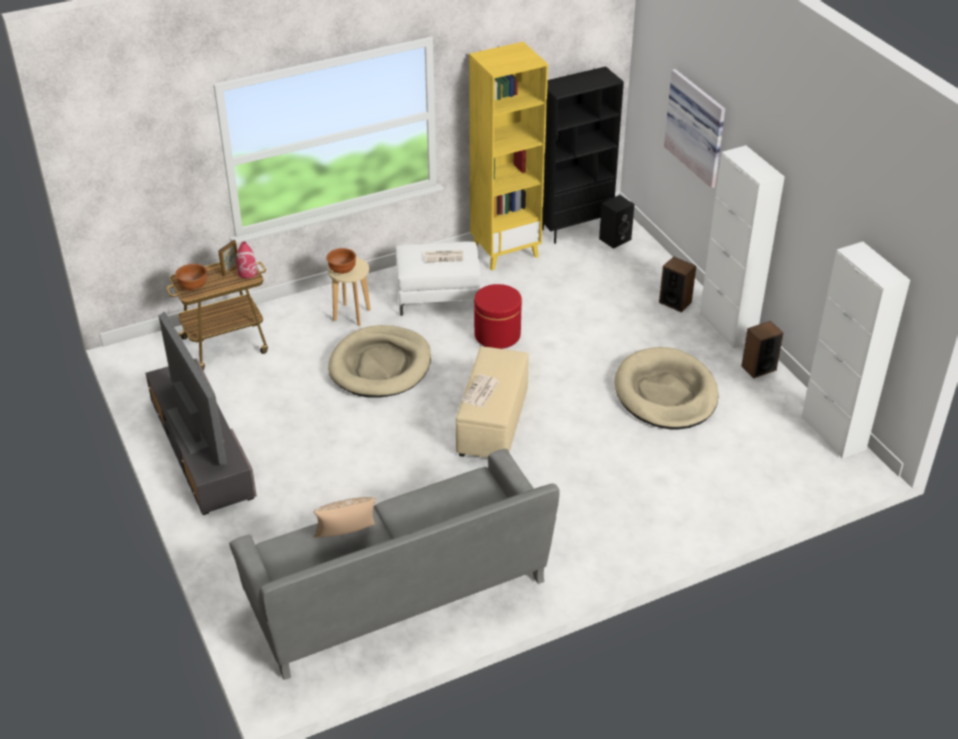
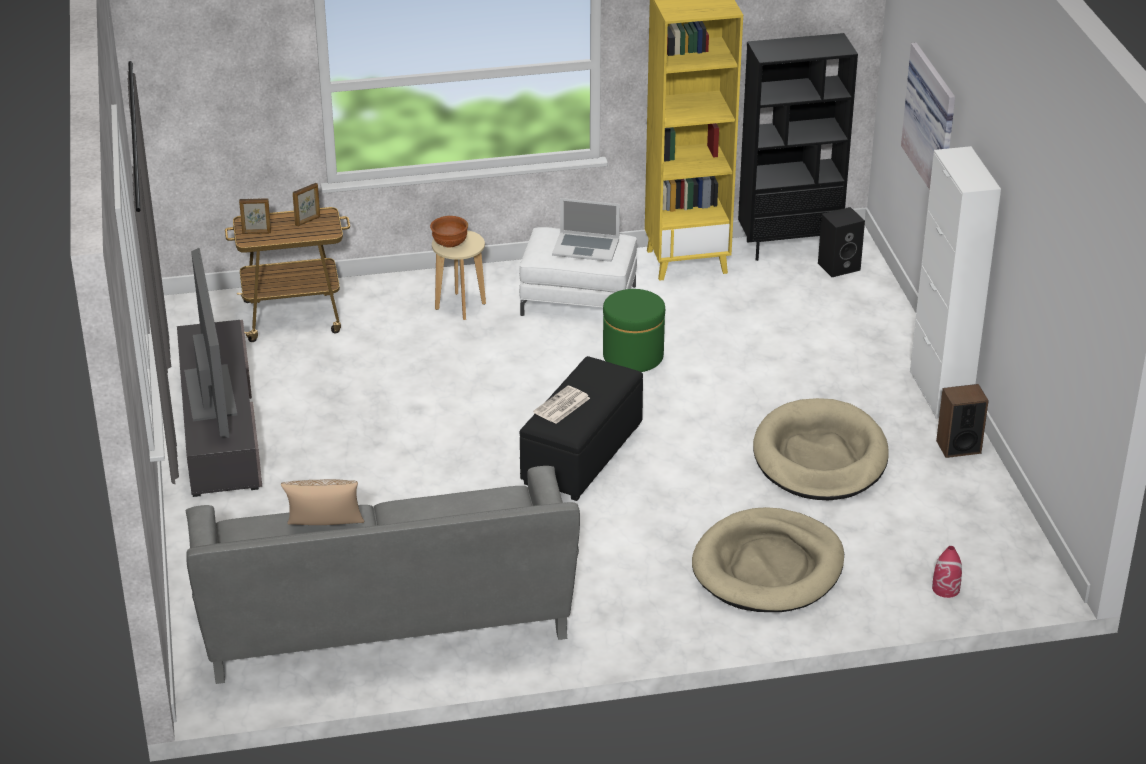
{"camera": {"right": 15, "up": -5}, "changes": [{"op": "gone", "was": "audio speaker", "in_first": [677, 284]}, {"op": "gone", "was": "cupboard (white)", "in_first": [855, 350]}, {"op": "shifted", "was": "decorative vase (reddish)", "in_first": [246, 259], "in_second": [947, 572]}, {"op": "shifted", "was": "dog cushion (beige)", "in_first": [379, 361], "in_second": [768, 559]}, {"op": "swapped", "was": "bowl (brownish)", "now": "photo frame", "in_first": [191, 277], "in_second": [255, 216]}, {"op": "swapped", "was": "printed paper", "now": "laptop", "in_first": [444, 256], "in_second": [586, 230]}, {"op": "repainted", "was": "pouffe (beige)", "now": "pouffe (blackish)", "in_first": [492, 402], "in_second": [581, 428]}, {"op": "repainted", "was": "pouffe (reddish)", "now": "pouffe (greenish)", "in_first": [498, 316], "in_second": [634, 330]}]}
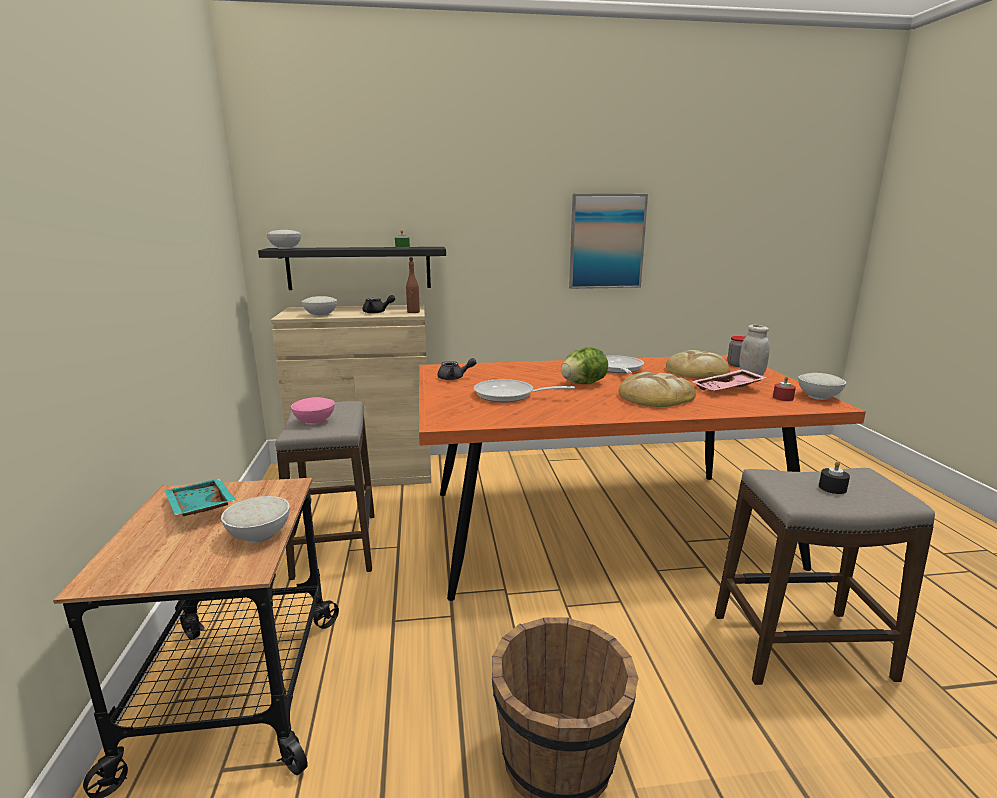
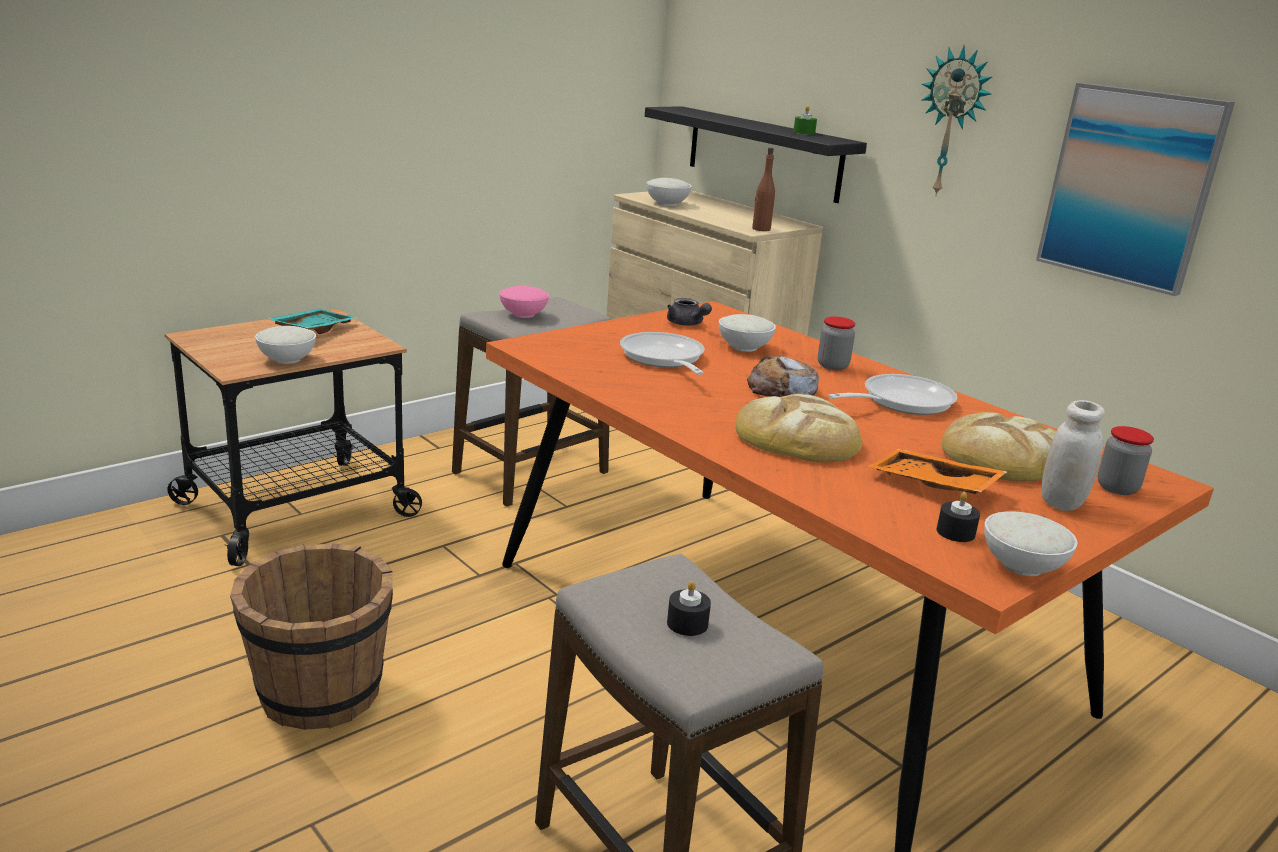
{"camera": {"right": 55, "up": 5}, "changes": [{"op": "gone", "was": "pot for tea (blackish)", "in_first": [378, 304]}, {"op": "new", "now": "storage jar", "in_second": [837, 343]}, {"op": "new", "now": "clock on the wall", "in_second": [957, 121]}, {"op": "shifted", "was": "bowl (white)", "in_first": [284, 239], "in_second": [747, 333]}, {"op": "swapped", "was": "lettuce head", "now": "baked bread", "in_first": [584, 366], "in_second": [783, 376]}, {"op": "repainted", "was": "serving tray (pink-coloured)", "now": "serving tray (orange-coloured)", "in_first": [729, 380], "in_second": [937, 471]}, {"op": "repainted", "was": "wax candle (reddish)", "now": "wax candle (blackish)", "in_first": [784, 388], "in_second": [958, 517]}]}
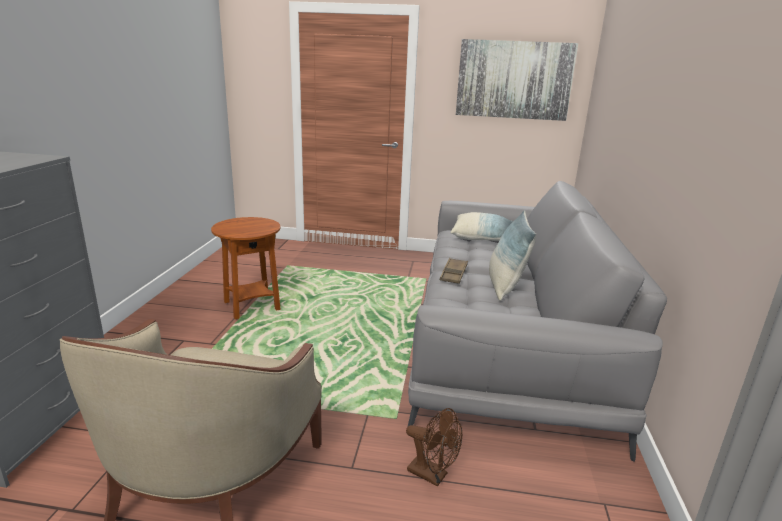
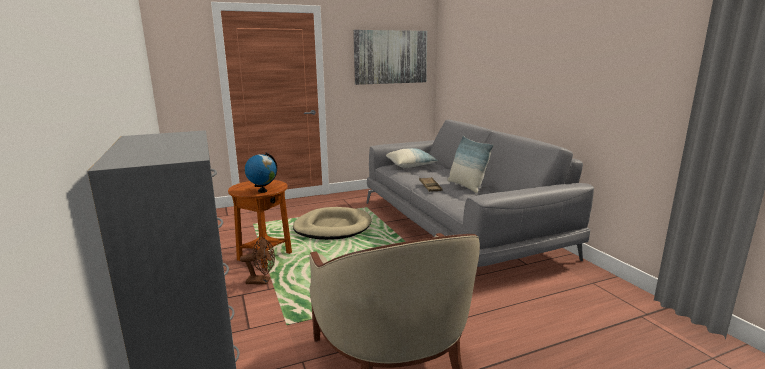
{"camera": {"right": -30, "up": -5}, "changes": [{"op": "new", "now": "globe", "in_second": [261, 173]}, {"op": "new", "now": "dog cushion (beige)", "in_second": [332, 223]}, {"op": "shifted", "was": "fan (brownish)", "in_first": [434, 447], "in_second": [257, 261]}]}
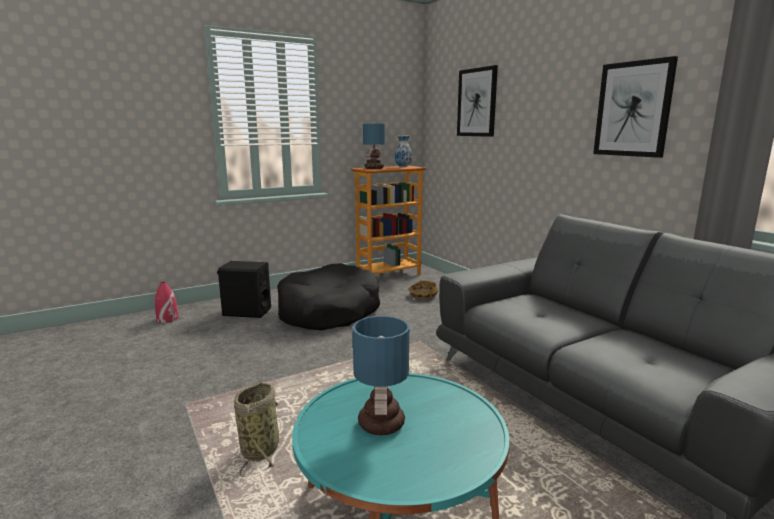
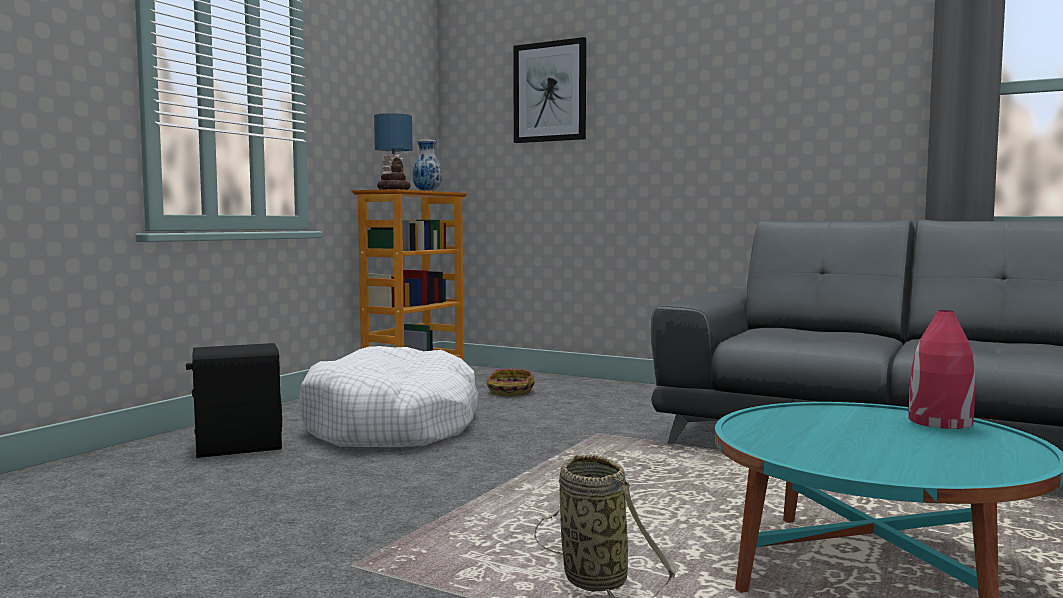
{"camera": {"right": -30, "up": -10}, "changes": [{"op": "gone", "was": "lamp for a table", "in_first": [381, 376]}, {"op": "gone", "was": "picture", "in_first": [635, 107]}, {"op": "shifted", "was": "decorative vase (reddish)", "in_first": [167, 302], "in_second": [942, 369]}, {"op": "repainted", "was": "dog cushion (blackish)", "now": "dog cushion (white)", "in_first": [328, 296], "in_second": [388, 396]}]}
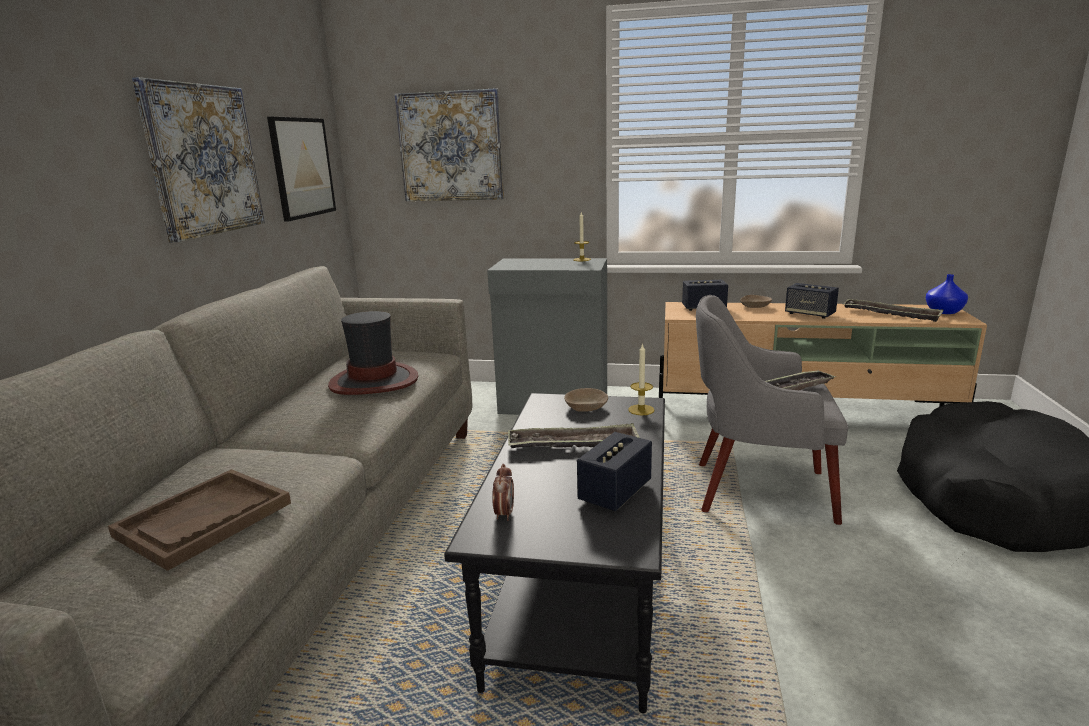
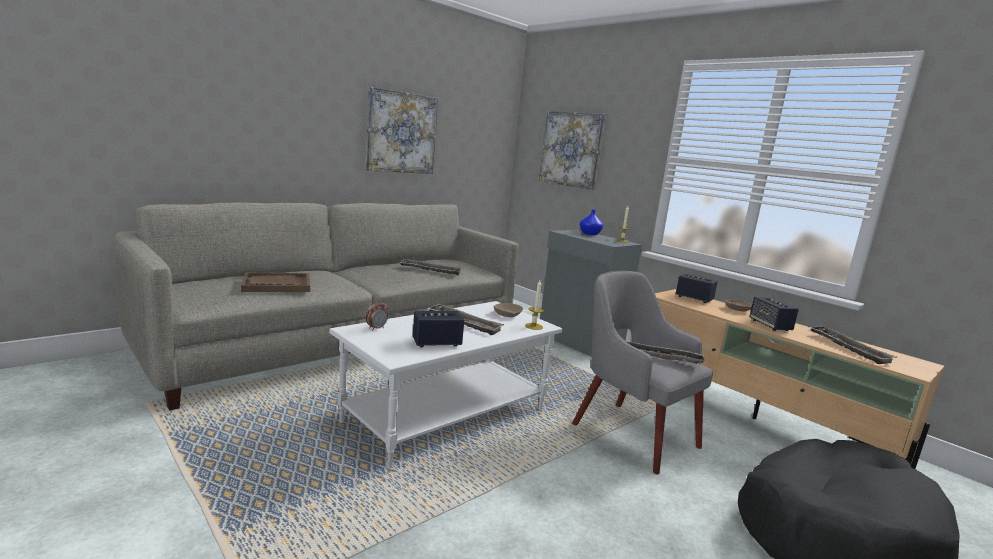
{"camera": {"right": 35, "up": -5}, "changes": [{"op": "gone", "was": "picture", "in_first": [301, 169]}, {"op": "shifted", "was": "decorative vase (blue)", "in_first": [947, 294], "in_second": [591, 222]}, {"op": "swapped", "was": "wearable hat", "now": "serving tray", "in_first": [373, 353], "in_second": [431, 267]}, {"op": "repainted", "was": "coffee table (blackish)", "now": "coffee table (white)", "in_first": [554, 553], "in_second": [446, 384]}]}
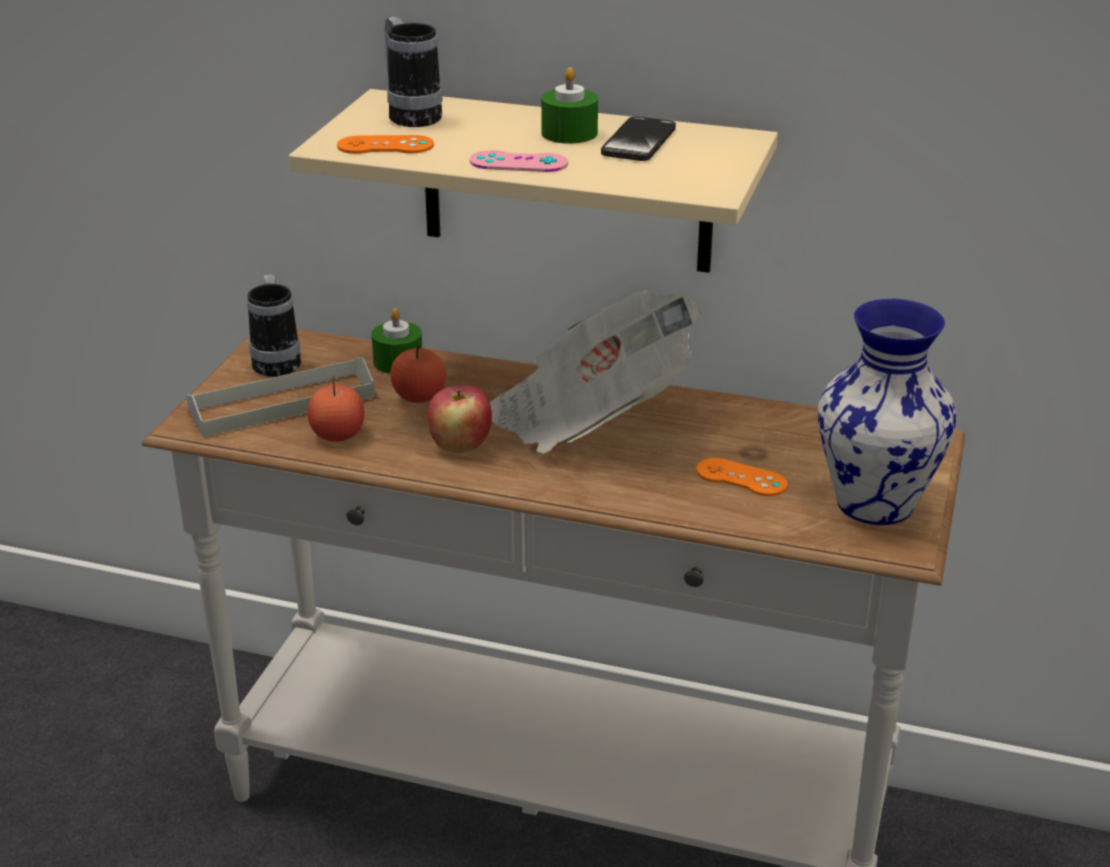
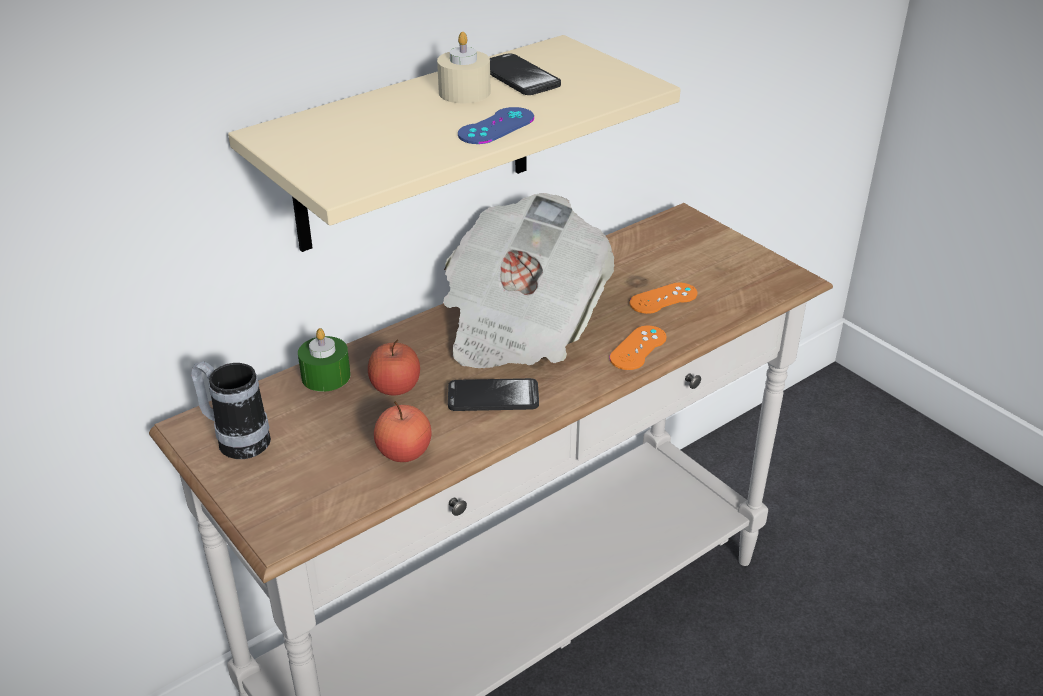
{"camera": {"right": -55, "up": 5}, "changes": [{"op": "gone", "was": "serving tray (gray)", "in_first": [280, 397]}, {"op": "gone", "was": "mug", "in_first": [413, 71]}, {"op": "gone", "was": "decorative vase", "in_first": [887, 412]}, {"op": "shifted", "was": "game controller (orange-coloured)", "in_first": [385, 144], "in_second": [637, 348]}, {"op": "swapped", "was": "apple fruit", "now": "phone", "in_first": [459, 419], "in_second": [493, 394]}, {"op": "repainted", "was": "game controller (pink-coloured)", "now": "game controller (blue)", "in_first": [519, 161], "in_second": [496, 125]}, {"op": "repainted", "was": "wax candle (greenish)", "now": "wax candle (beige)", "in_first": [569, 105], "in_second": [464, 67]}]}
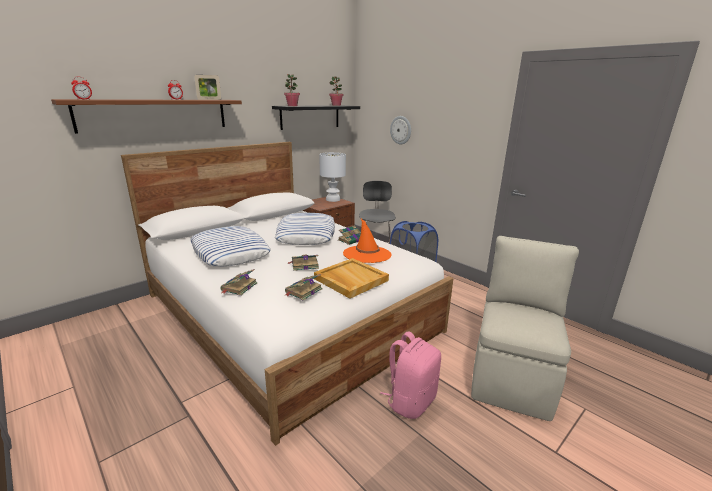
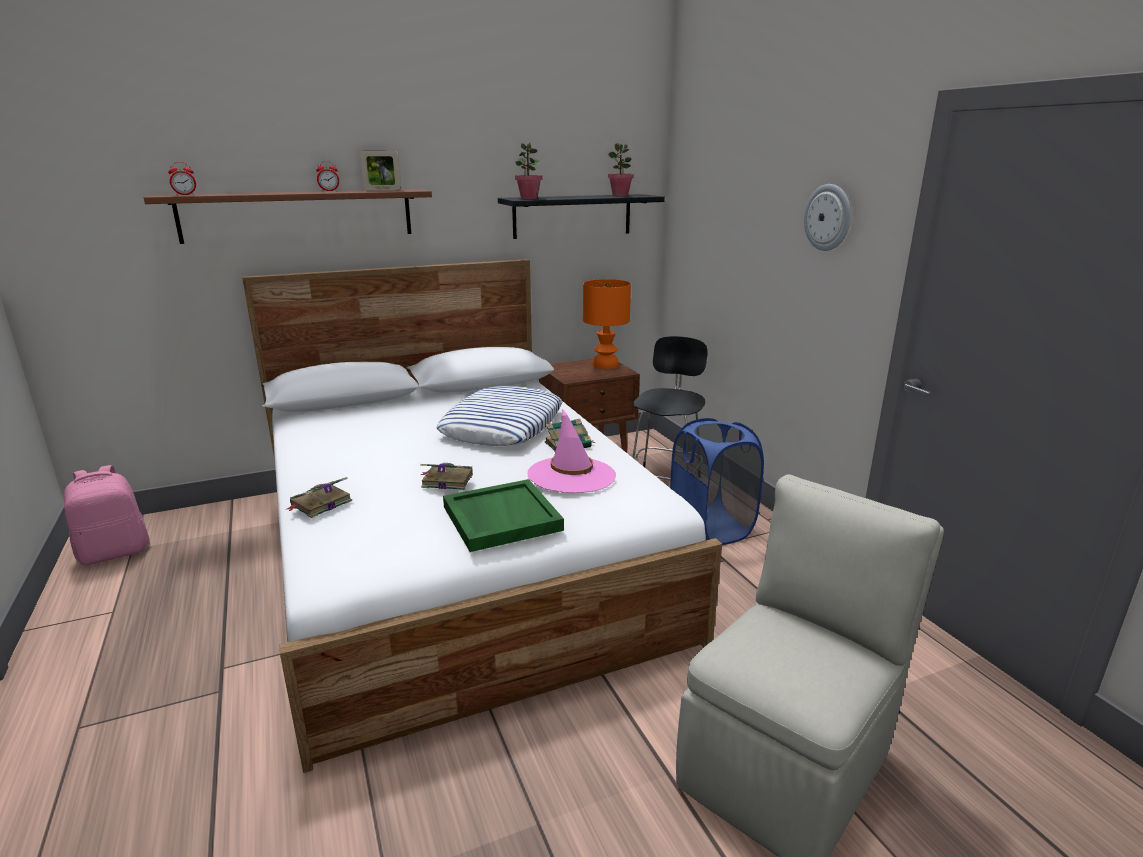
{"camera": {"right": 20, "up": 0}, "changes": [{"op": "gone", "was": "pillow", "in_first": [230, 246]}, {"op": "gone", "was": "bound book", "in_first": [304, 287]}, {"op": "shifted", "was": "rucksack (pink-coloured)", "in_first": [410, 375], "in_second": [107, 515]}, {"op": "shifted", "was": "clock on the wall", "in_first": [400, 130], "in_second": [827, 217]}, {"op": "repainted", "was": "serving tray (beige)", "now": "serving tray (greenish)", "in_first": [351, 278], "in_second": [503, 515]}, {"op": "repainted", "was": "lamp for a table (white)", "now": "lamp for a table (orange-coloured)", "in_first": [332, 177], "in_second": [607, 324]}, {"op": "repainted", "was": "wearable hat (orange-coloured)", "now": "wearable hat (pink-coloured)", "in_first": [367, 241], "in_second": [571, 451]}]}
